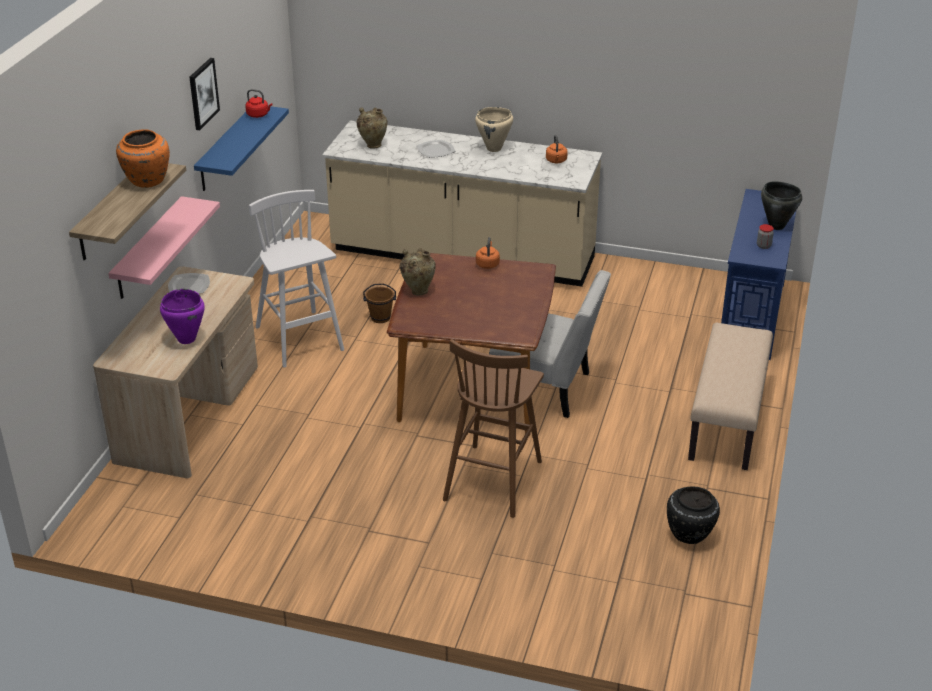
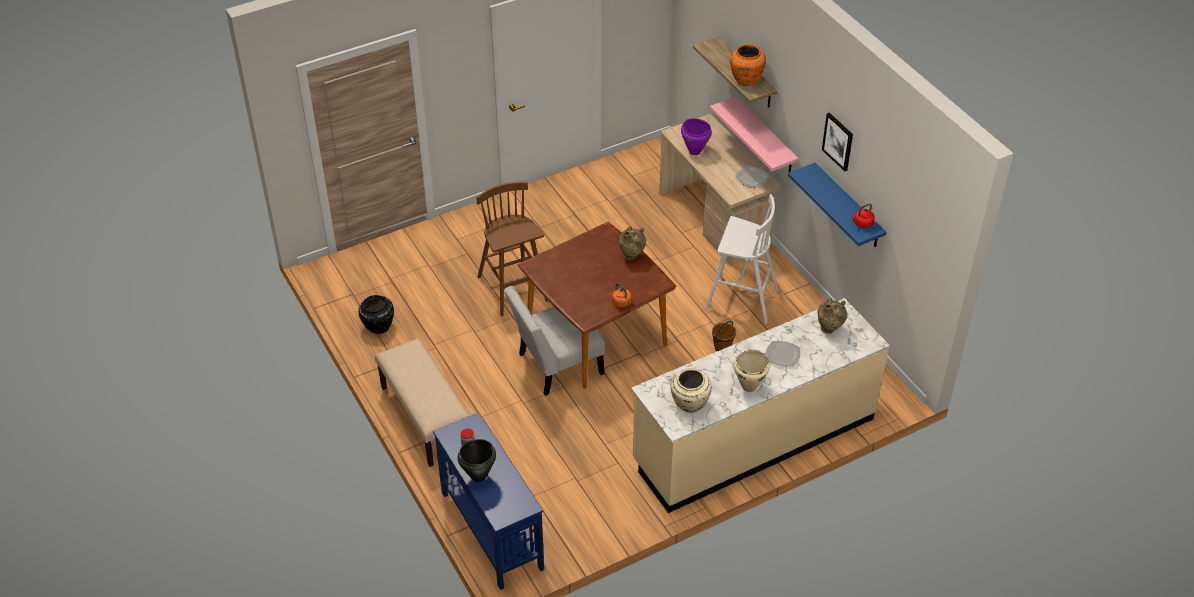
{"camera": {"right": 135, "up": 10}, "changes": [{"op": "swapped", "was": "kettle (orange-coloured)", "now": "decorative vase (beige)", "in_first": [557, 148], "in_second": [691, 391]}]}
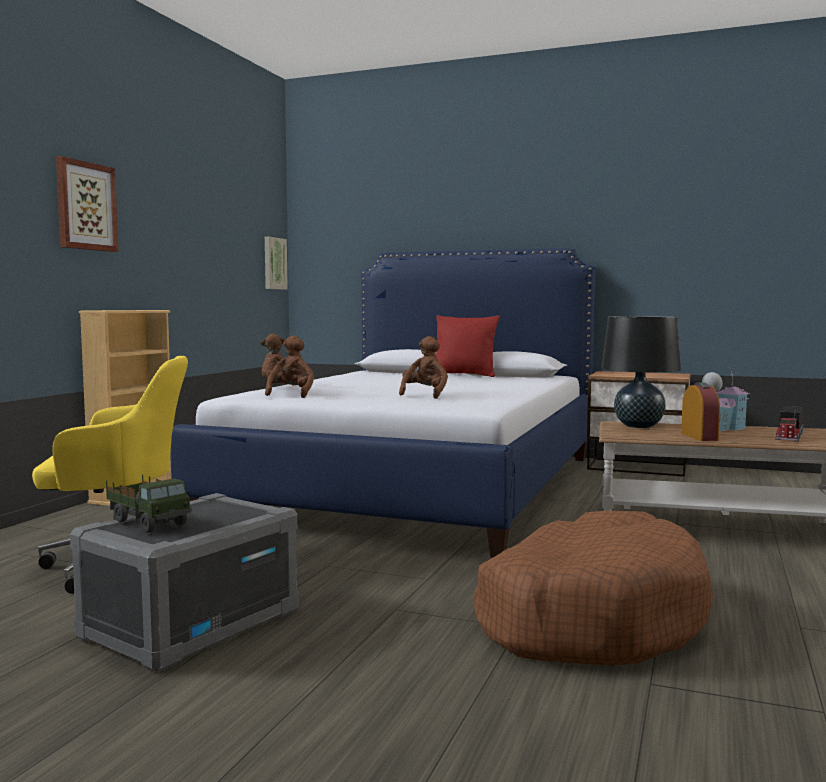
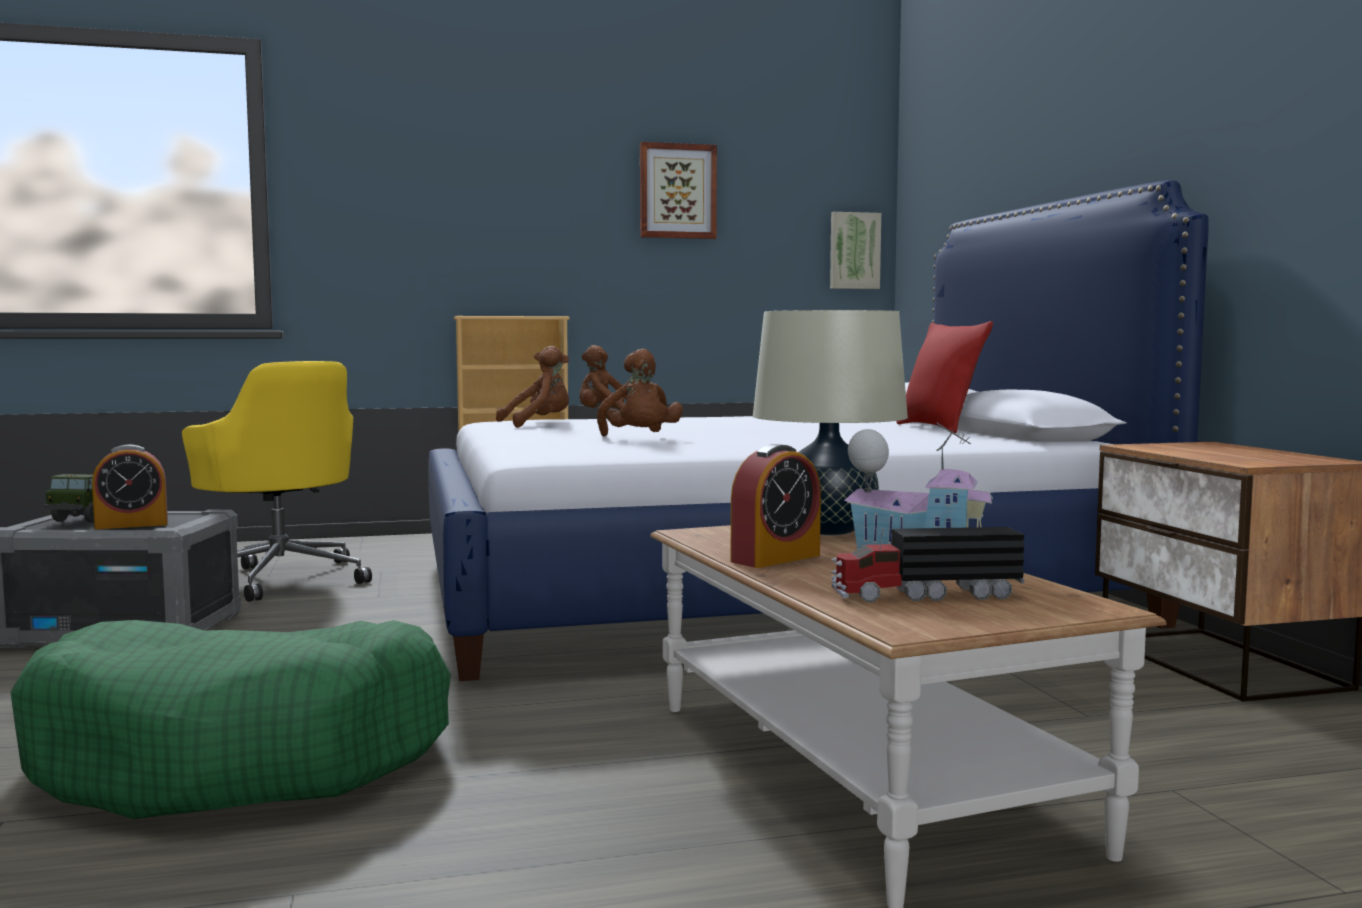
{"camera": {"right": 55, "up": 0}, "changes": [{"op": "new", "now": "alarm clock", "in_second": [130, 486]}, {"op": "shifted", "was": "picture", "in_first": [87, 204], "in_second": [678, 190]}, {"op": "repainted", "was": "dog cushion (brownish)", "now": "dog cushion (greenish)", "in_first": [593, 588], "in_second": [230, 719]}, {"op": "repainted", "was": "lamp for a table (blackish)", "now": "lamp for a table (beige)", "in_first": [641, 372], "in_second": [830, 422]}, {"op": "rotated", "was": "cuddly toy (brownish)", "in_first": [423, 367], "in_second": [640, 393], "clockwise": 90}]}
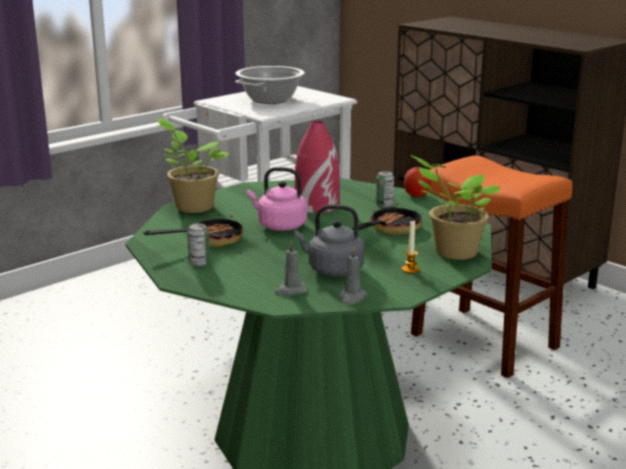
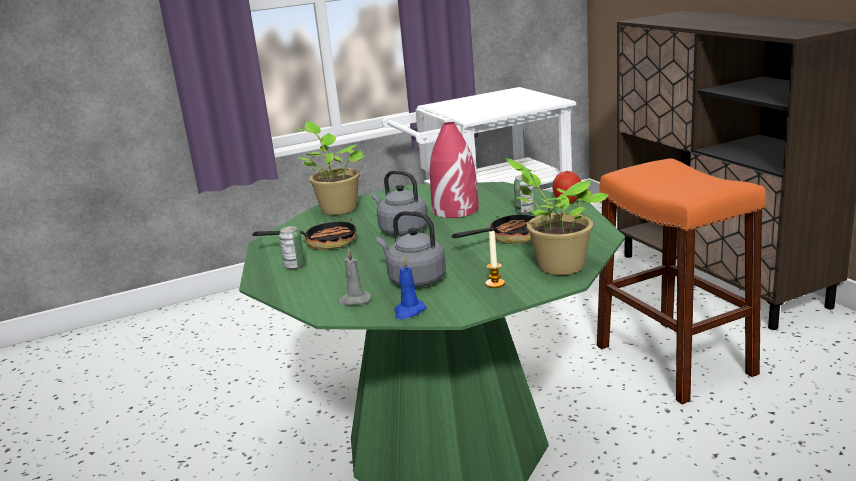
{"camera": {"right": 20, "up": 0}, "changes": [{"op": "gone", "was": "cooking pot", "in_first": [270, 85]}, {"op": "repainted", "was": "kettle (pink-coloured)", "now": "kettle (gray)", "in_first": [277, 199], "in_second": [399, 202]}, {"op": "repainted", "was": "wax candle (gray)", "now": "wax candle (blue)", "in_first": [353, 275], "in_second": [410, 288]}]}
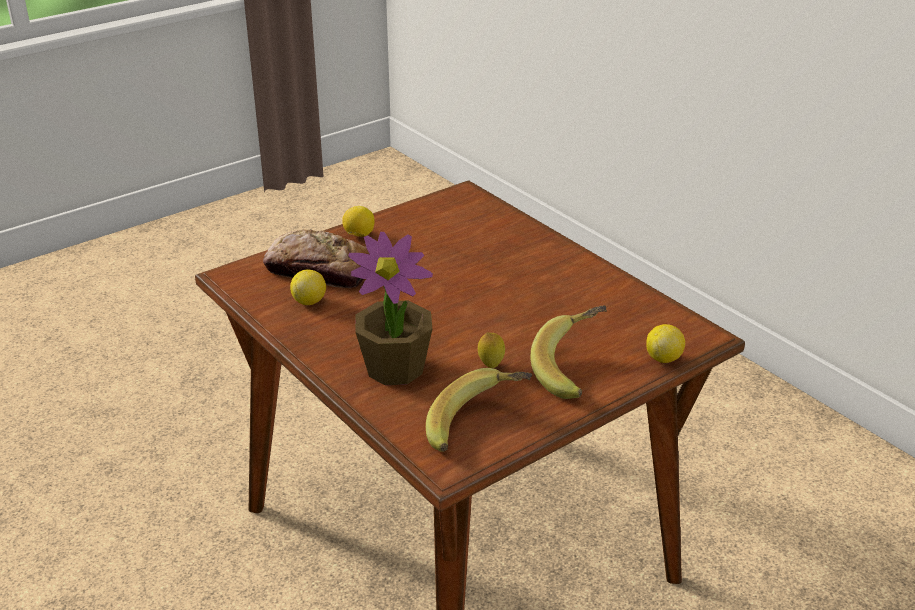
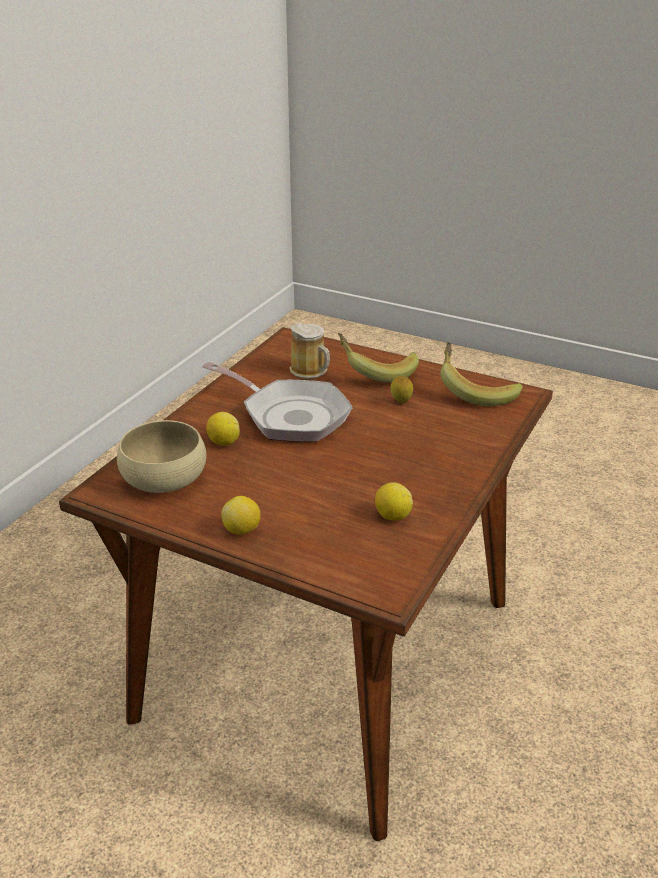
{"camera": {"right": -115, "up": 0}, "changes": [{"op": "gone", "was": "baked bread", "in_first": [316, 259]}, {"op": "gone", "was": "plant in a pot", "in_first": [390, 308]}, {"op": "new", "now": "bowl (beige)", "in_second": [161, 456]}, {"op": "new", "now": "skillet", "in_second": [277, 401]}, {"op": "new", "now": "mug", "in_second": [310, 351]}, {"op": "shifted", "was": "citrus fruit", "in_first": [666, 343], "in_second": [223, 428]}]}
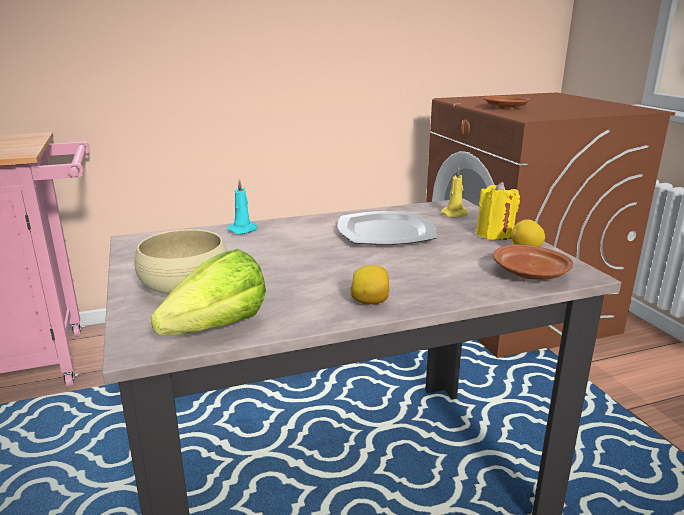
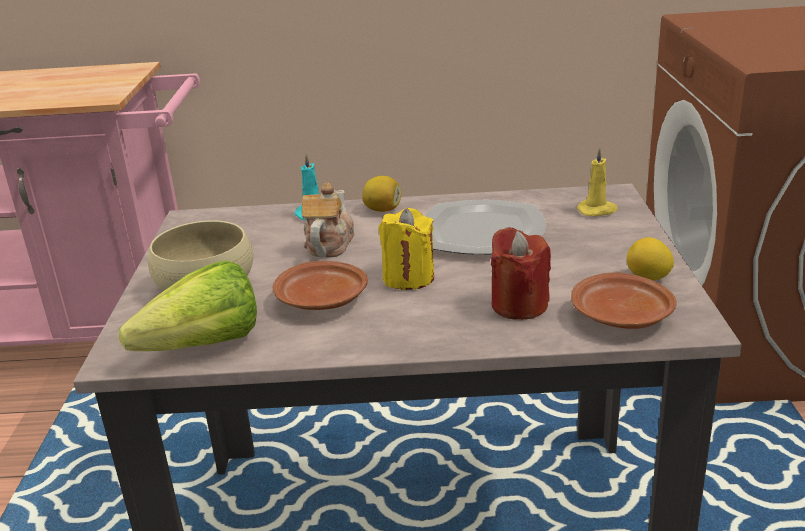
{"camera": {"right": 20, "up": 5}, "changes": [{"op": "new", "now": "pot for tea", "in_second": [328, 220]}, {"op": "new", "now": "wax candle (reddish)", "in_second": [521, 273]}, {"op": "shifted", "was": "citrus fruit", "in_first": [369, 284], "in_second": [381, 194]}, {"op": "shifted", "was": "wax candle (yellow-coloured)", "in_first": [498, 211], "in_second": [406, 249]}, {"op": "shifted", "was": "plate (brownish)", "in_first": [507, 102], "in_second": [320, 285]}]}
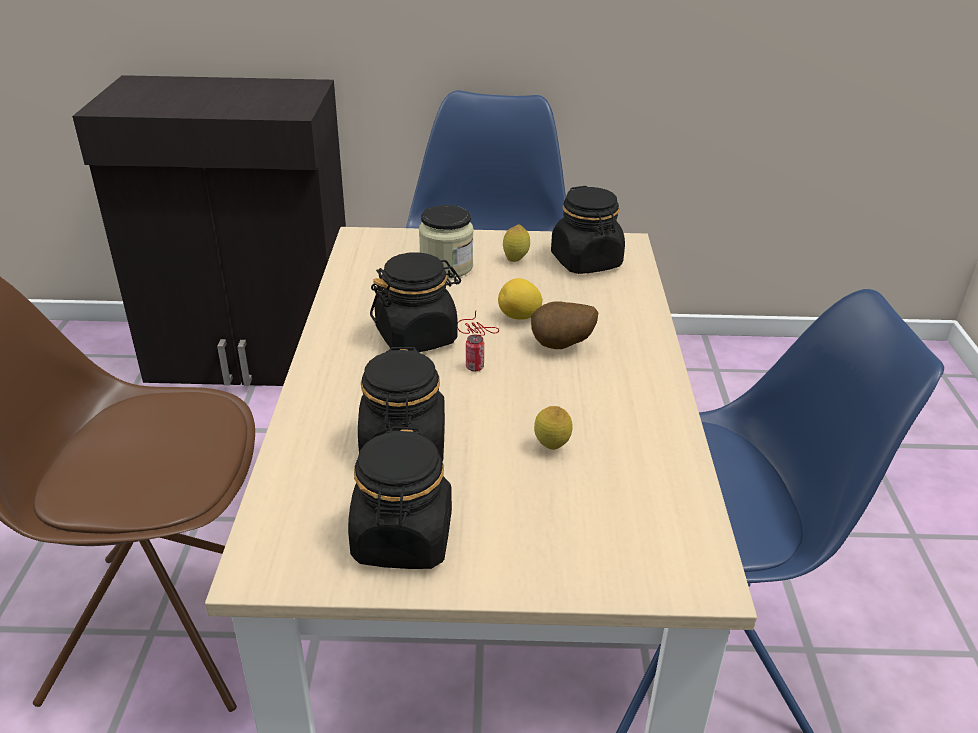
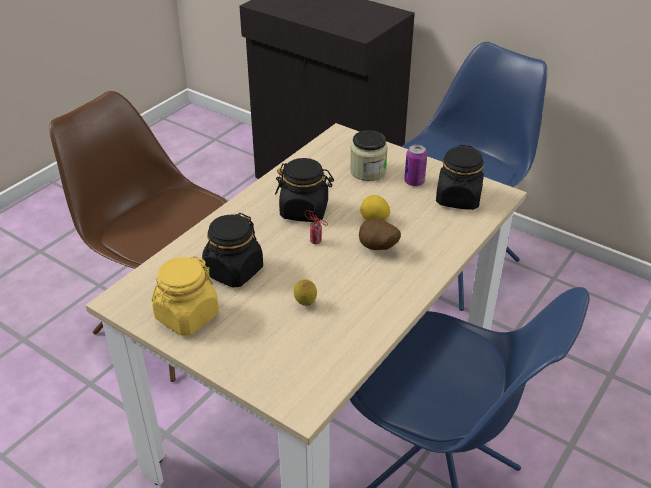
{"camera": {"right": 35, "up": 5}, "changes": [{"op": "swapped", "was": "citrus fruit", "now": "can", "in_first": [516, 243], "in_second": [415, 165]}, {"op": "repainted", "was": "storage jar (blackish)", "now": "storage jar (yellow-coloured)", "in_first": [400, 497], "in_second": [185, 296]}]}
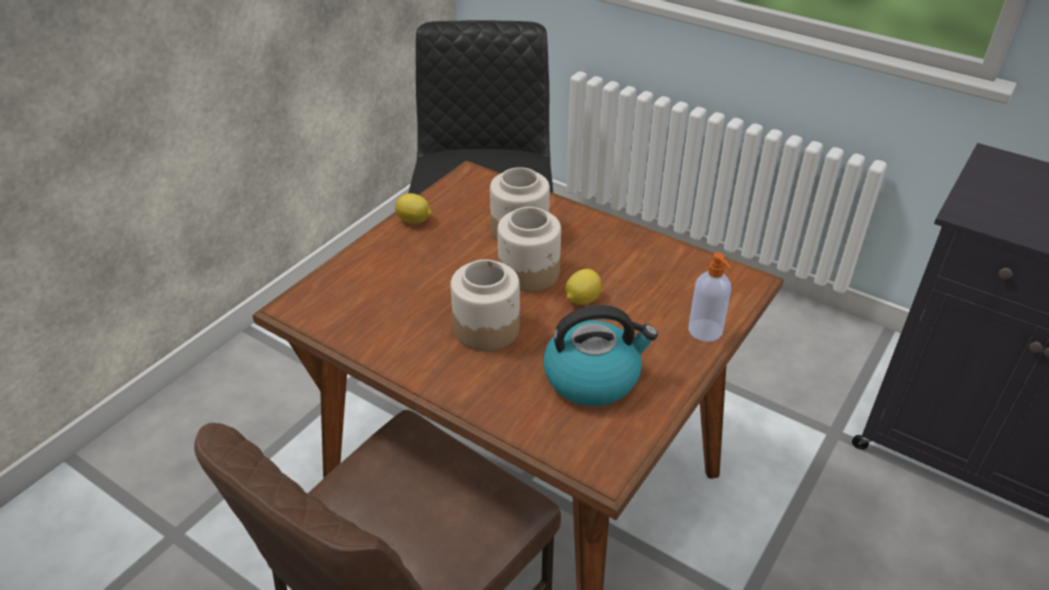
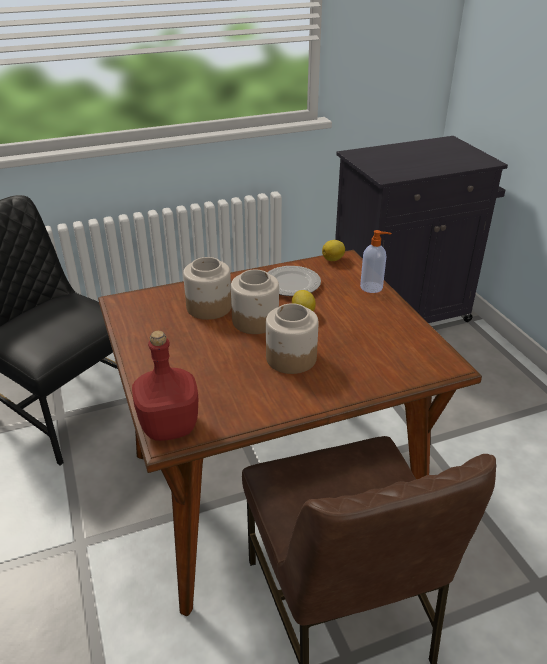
{"camera": {"right": -55, "up": -5}, "changes": [{"op": "gone", "was": "kettle", "in_first": [600, 355]}, {"op": "new", "now": "bottle (reddish)", "in_second": [165, 386]}, {"op": "new", "now": "plate", "in_second": [294, 281]}, {"op": "shifted", "was": "citrus fruit", "in_first": [413, 208], "in_second": [333, 250]}]}
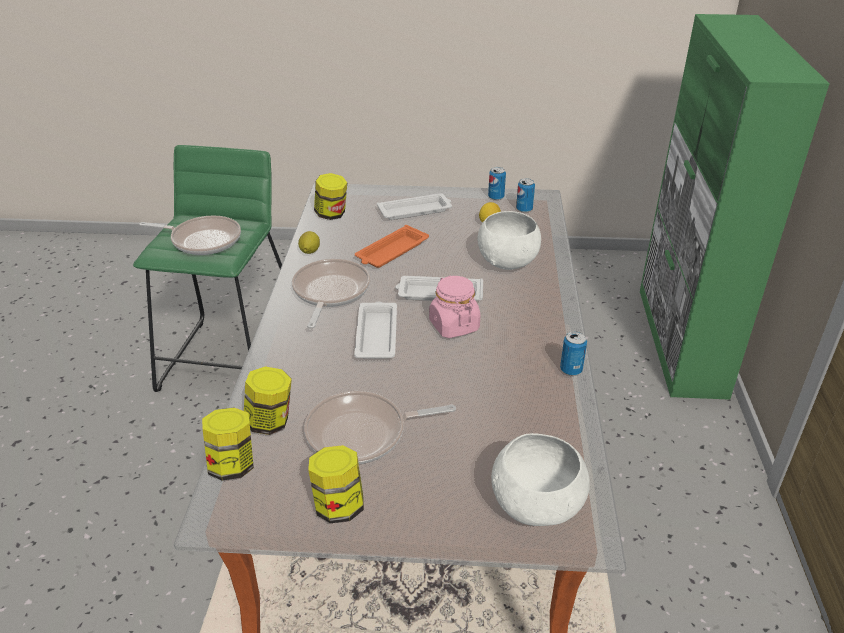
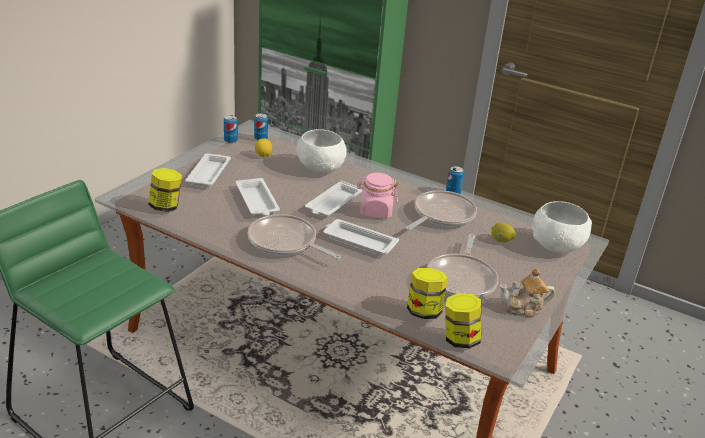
{"camera": {"right": -65, "up": -5}, "changes": [{"op": "shifted", "was": "skillet", "in_first": [190, 235], "in_second": [441, 210]}, {"op": "shifted", "was": "citrus fruit", "in_first": [309, 242], "in_second": [504, 232]}, {"op": "swapped", "was": "storage jar", "now": "pot for tea", "in_first": [336, 484], "in_second": [527, 292]}, {"op": "repainted", "was": "serving tray (orange-coloured)", "now": "serving tray (white)", "in_first": [392, 246], "in_second": [258, 197]}]}
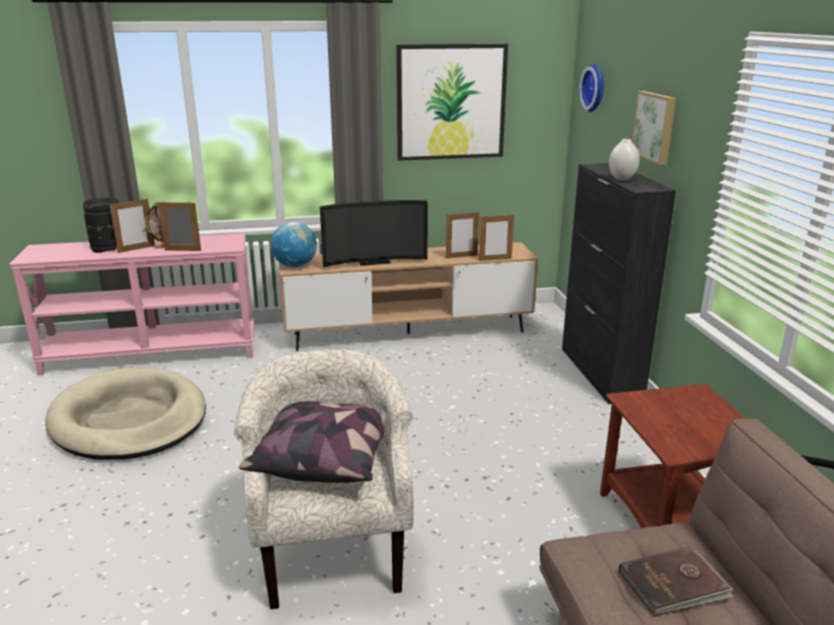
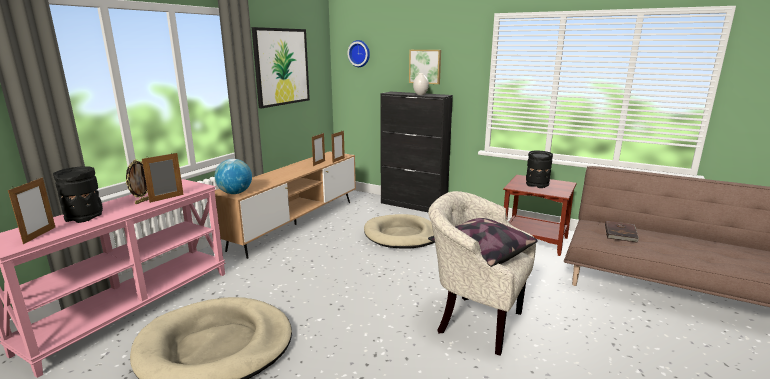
{"camera": {"right": -50, "up": -5}, "changes": [{"op": "gone", "was": "TV", "in_first": [374, 233]}, {"op": "new", "now": "dog cushion (beige)", "in_second": [399, 231]}, {"op": "new", "now": "decorative vase (blackish)", "in_second": [539, 169]}, {"op": "shifted", "was": "photo frame", "in_first": [132, 226], "in_second": [31, 210]}]}
